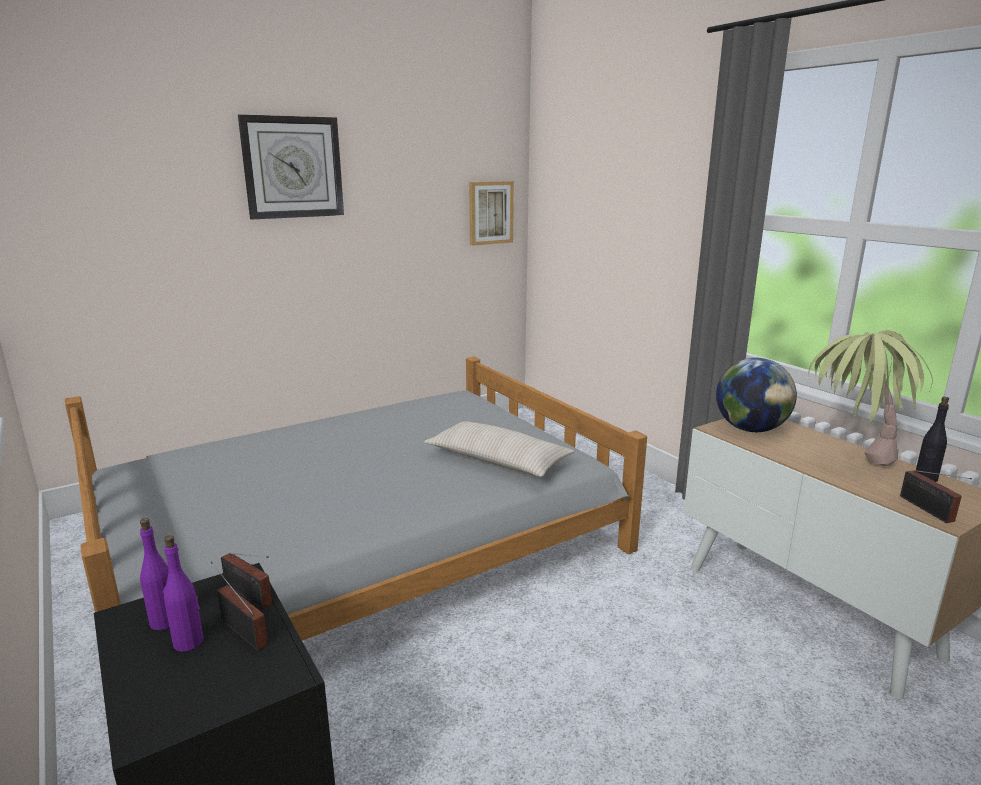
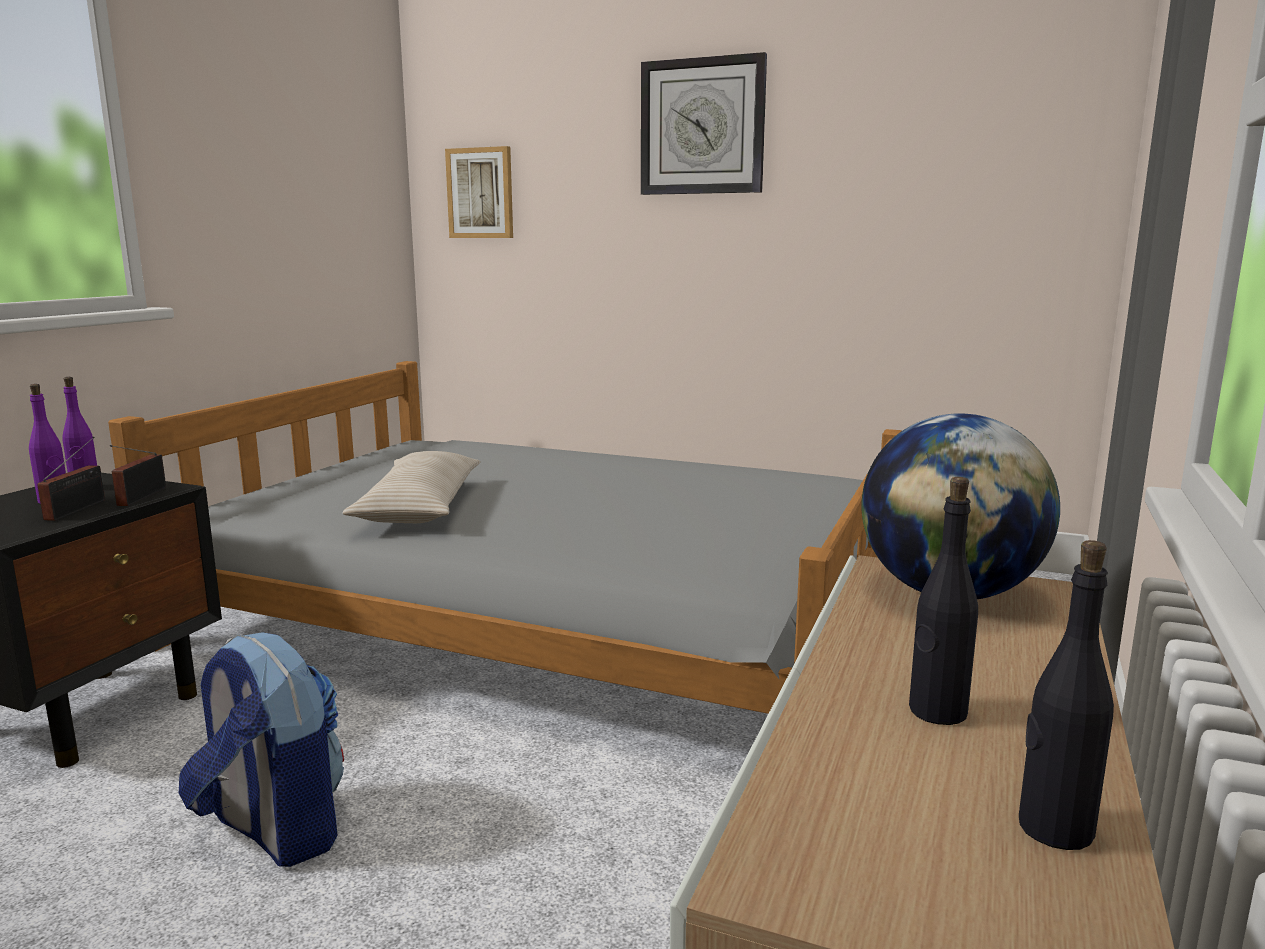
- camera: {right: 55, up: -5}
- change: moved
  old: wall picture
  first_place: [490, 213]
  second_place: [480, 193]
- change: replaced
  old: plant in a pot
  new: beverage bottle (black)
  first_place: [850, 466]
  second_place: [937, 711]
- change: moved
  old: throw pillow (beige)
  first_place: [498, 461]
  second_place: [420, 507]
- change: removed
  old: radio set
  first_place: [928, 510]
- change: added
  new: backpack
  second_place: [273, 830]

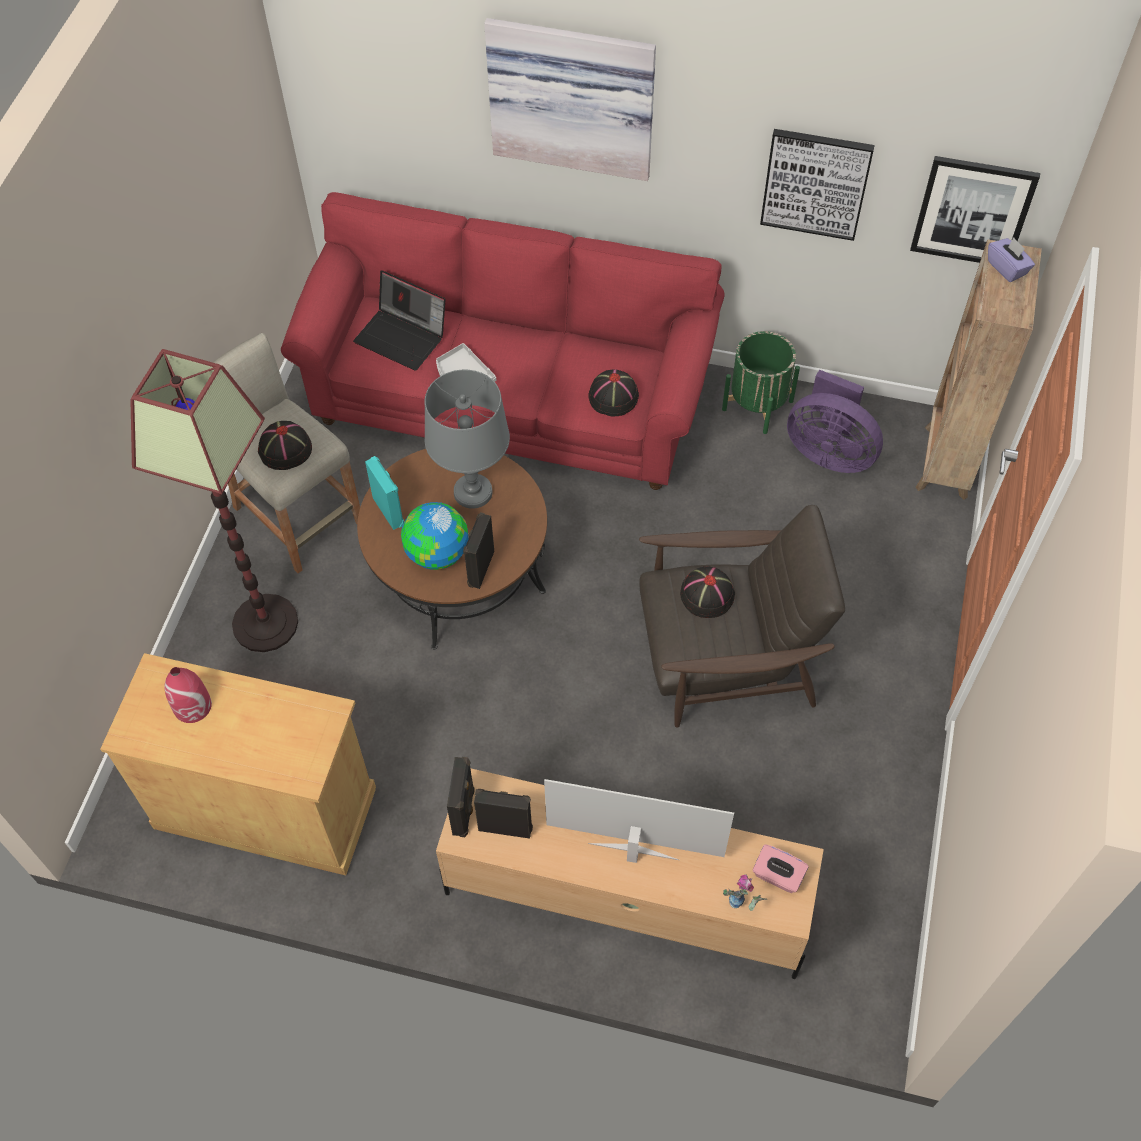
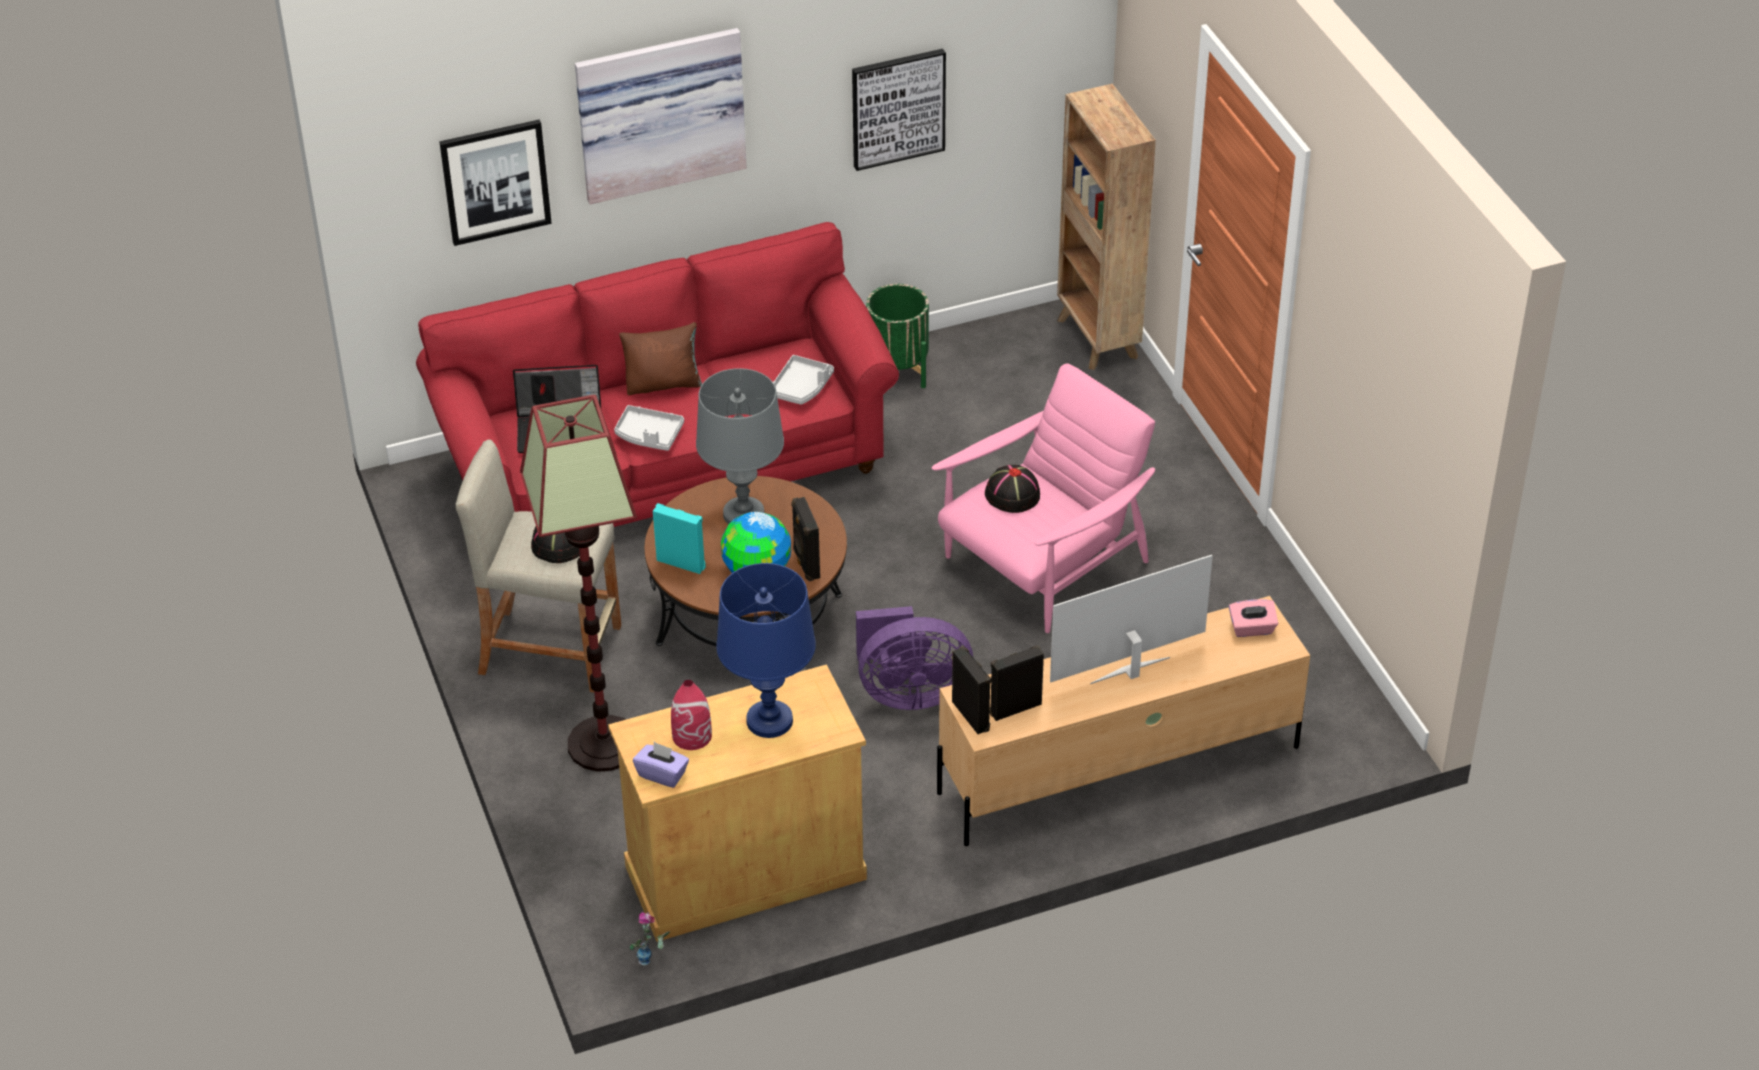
- camera: {right: -35, up: -15}
- change: moved
  old: wall picture
  first_place: [973, 211]
  second_place: [495, 181]
- change: moved
  old: tissue holder (purple)
  first_place: [1007, 268]
  second_place: [662, 774]
- change: replaced
  old: hat (black)
  new: serving tray (gray)
  first_place: [613, 397]
  second_place: [801, 387]
- change: moved
  old: electric fan (purple)
  first_place: [829, 452]
  second_place: [909, 693]
- change: recoloured
  old: easy chair (brown-coloured)
  new: easy chair (pink-coloured)
  first_place: [726, 657]
  second_place: [1043, 564]
- change: moved
  old: vase
  first_place: [742, 908]
  second_place: [653, 961]
- change: added
  new: throw pillow (brown-coloured)
  second_place: [663, 384]
- change: added
  new: tabletop lamp (blue-coloured)
  second_place: [770, 721]

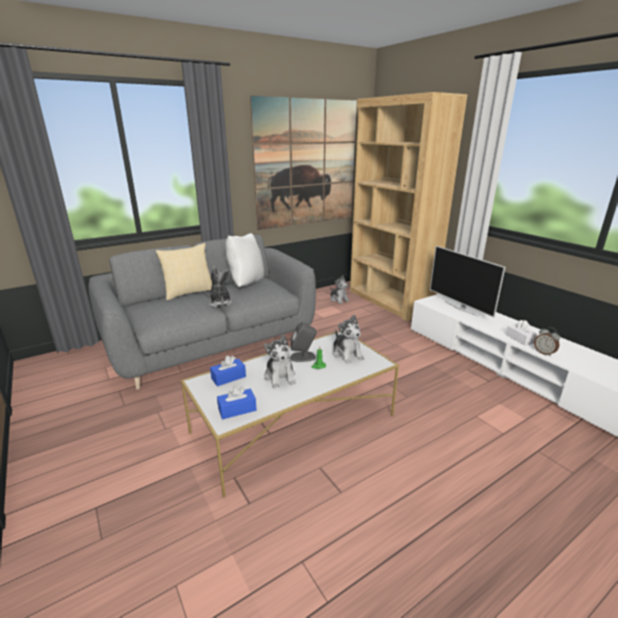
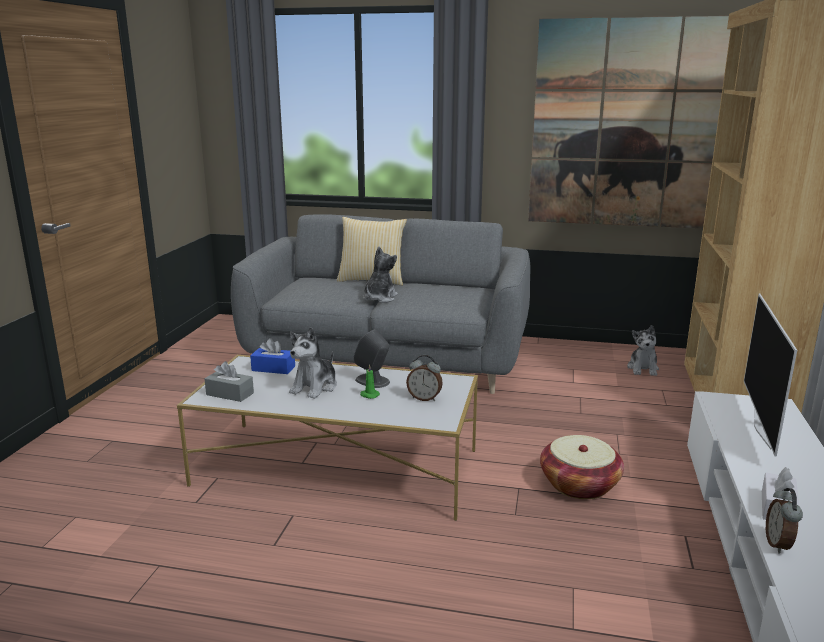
- camera: {right: 45, up: -5}
- change: removed
  old: throw pillow (white)
  first_place: [246, 284]
- change: replaced
  old: soft toy
  new: alarm clock
  first_place: [347, 354]
  second_place: [424, 398]
- change: recoloured
  old: tissue holder (blue-coloured)
  new: tissue holder (gray)
  first_place: [237, 409]
  second_place: [230, 394]
- change: added
  new: storage basket
  second_place: [579, 484]

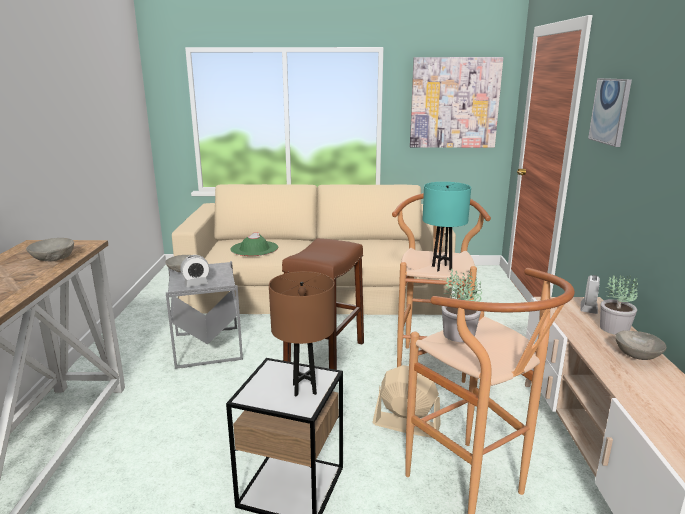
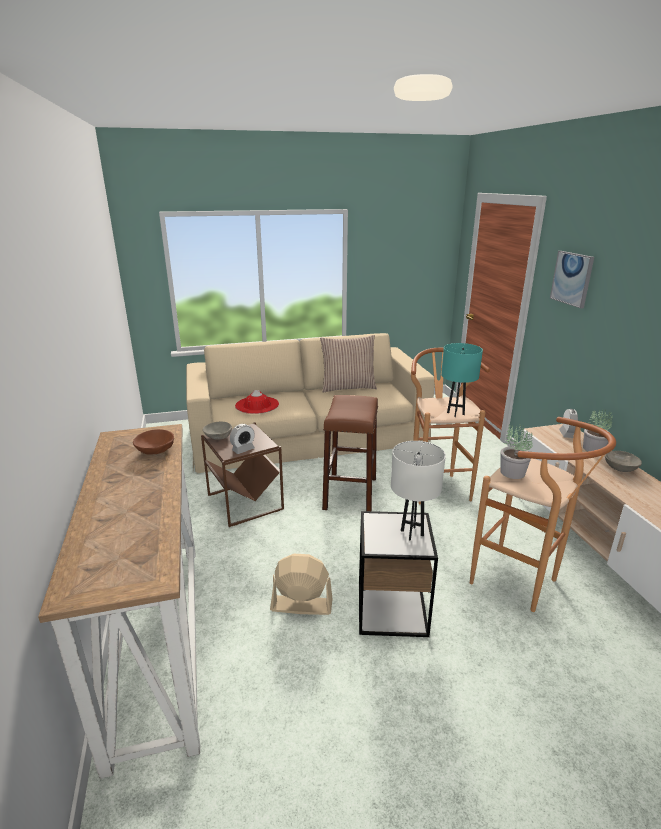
- camera: {right: -15, up: 5}
- change: removed
  old: wall picture
  first_place: [454, 103]
- change: recoloured
  old: hat (greenish)
  new: hat (red)
  first_place: [254, 249]
  second_place: [257, 405]
- change: recoloured
  old: bowl (gray)
  new: bowl (brown-coloured)
  first_place: [54, 259]
  second_place: [156, 451]
- change: recoloured
  old: end table (gray)
  new: end table (brown-coloured)
  first_place: [208, 347]
  second_place: [245, 502]
- change: recoloured
  old: tabletop lamp (brown-coloured)
  new: tabletop lamp (white)
  first_place: [304, 389]
  second_place: [412, 533]
- change: moved
  old: electric fan (beige)
  first_place: [406, 424]
  second_place: [301, 605]
- change: added
  new: throw pillow
  second_place: [348, 387]

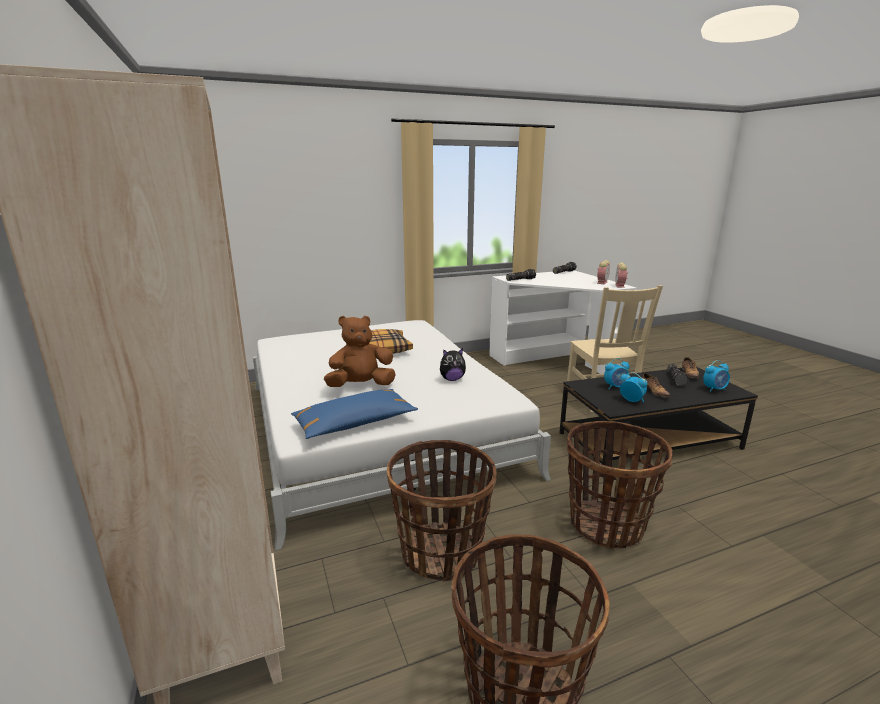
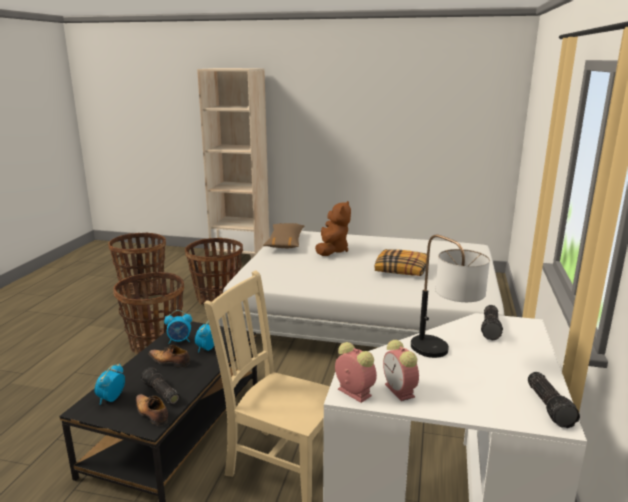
- camera: {right: 125, up: 0}
- change: removed
  old: soft toy
  first_place: [452, 379]
- change: recoloured
  old: throw pillow (blue-coloured)
  new: throw pillow (brown-coloured)
  first_place: [355, 423]
  second_place: [285, 242]
- change: added
  new: tabletop lamp
  second_place: [442, 356]

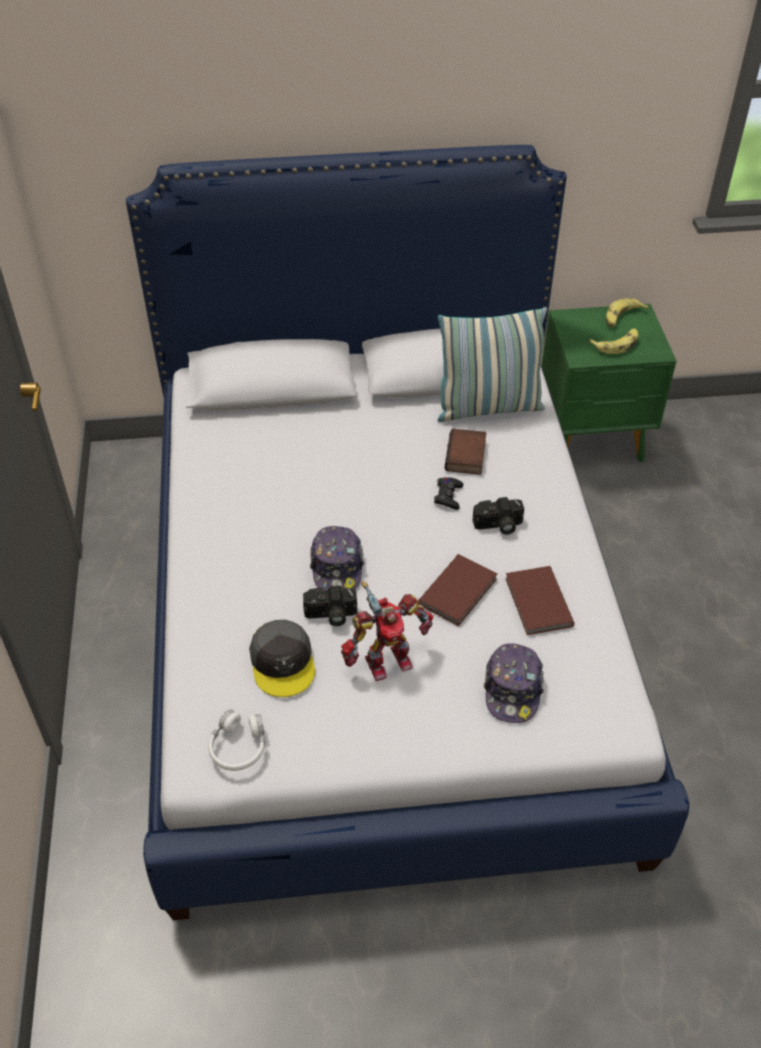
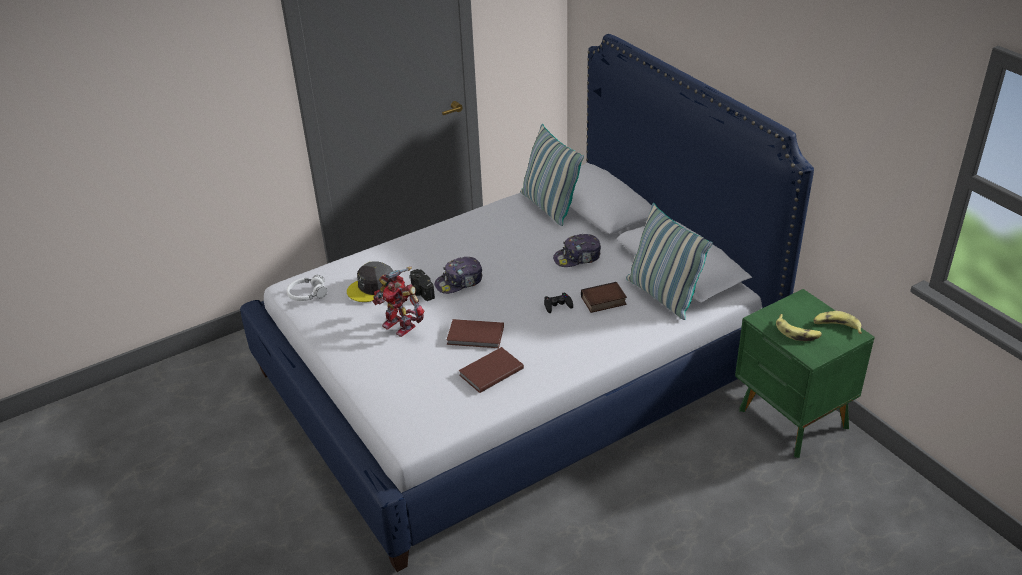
- camera: {right: 65, up: -10}
- change: removed
  old: still camera
  first_place: [498, 526]
- change: moved
  old: cap
  first_place: [513, 689]
  second_place: [577, 257]
- change: added
  new: throw pillow
  second_place: [549, 207]

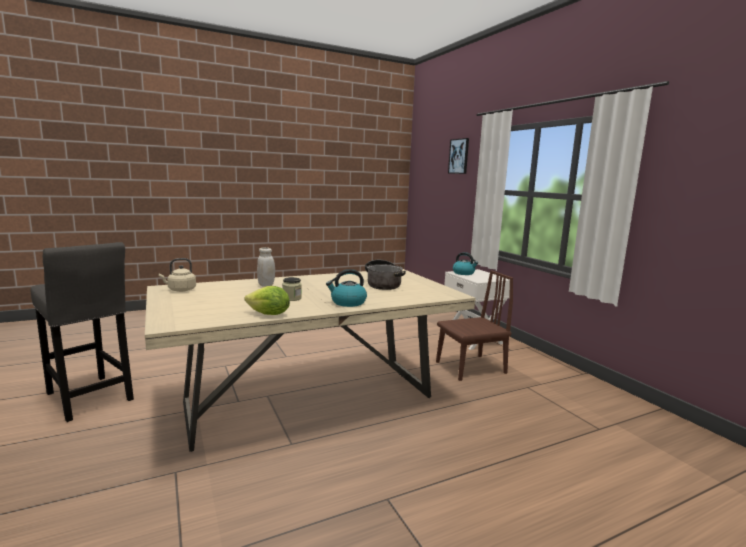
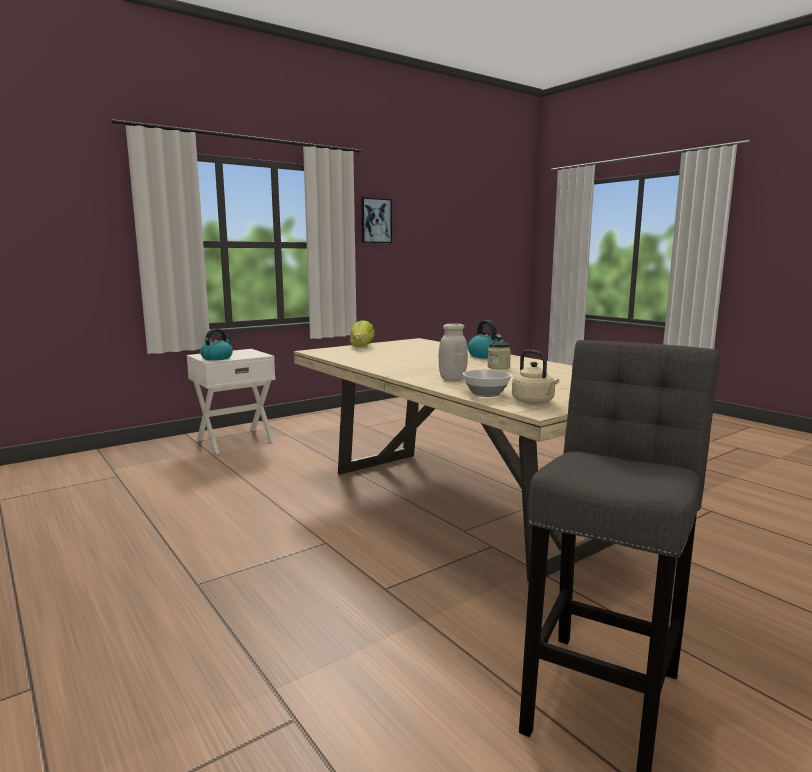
- camera: {right: -100, up: 0}
- change: moved
  old: wall picture
  first_place: [459, 156]
  second_place: [375, 220]
- change: removed
  old: saucepot
  first_place: [383, 284]
- change: removed
  old: upright chair (brown-coloured)
  first_place: [470, 367]
- change: moved
  old: lettuce head
  first_place: [269, 315]
  second_place: [362, 346]
- change: added
  new: bowl
  second_place: [486, 393]

